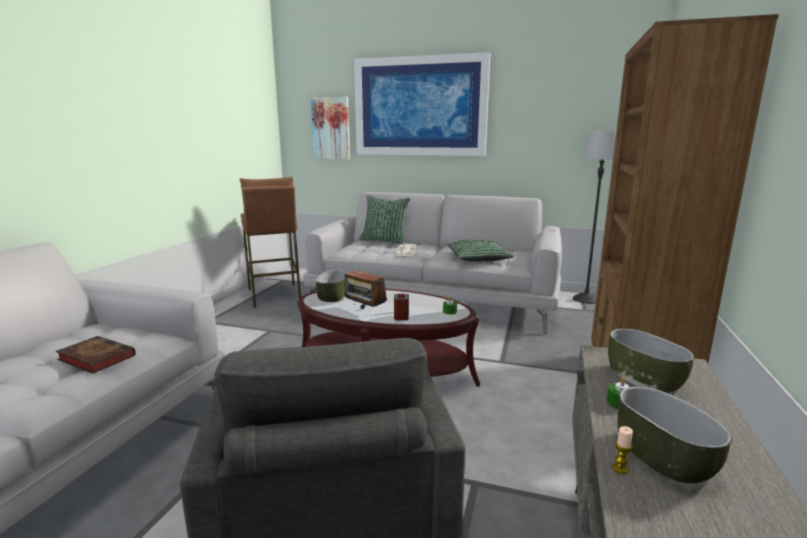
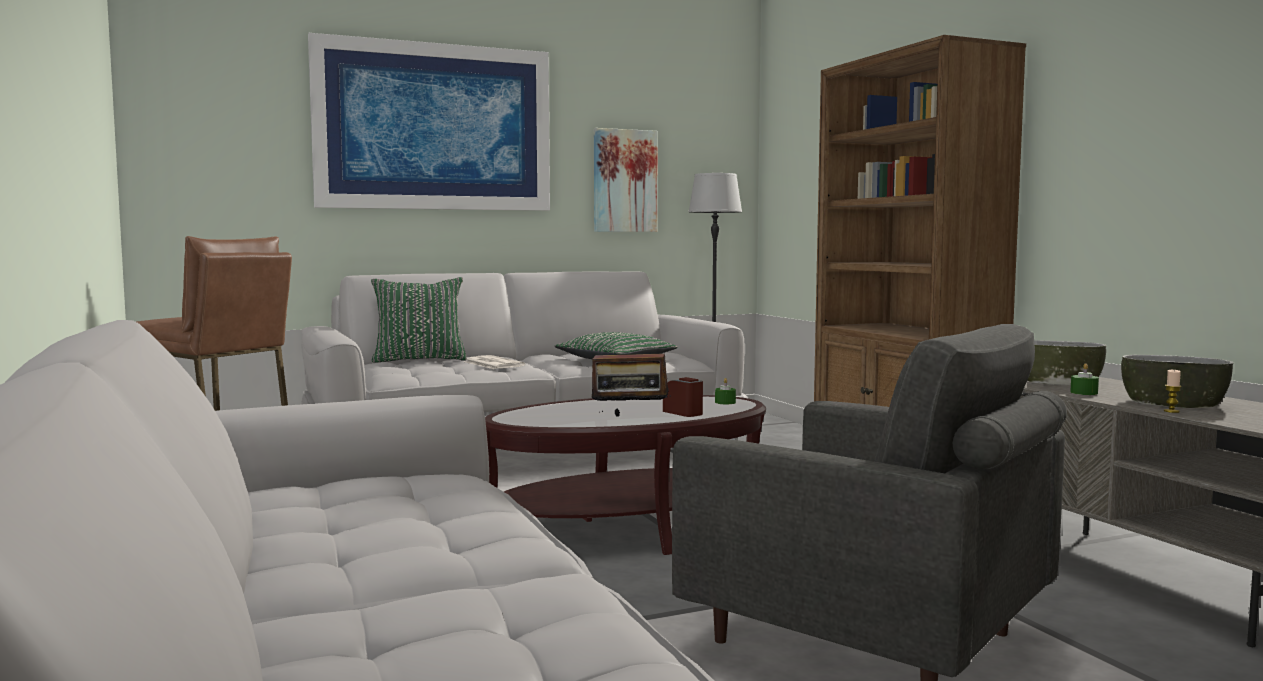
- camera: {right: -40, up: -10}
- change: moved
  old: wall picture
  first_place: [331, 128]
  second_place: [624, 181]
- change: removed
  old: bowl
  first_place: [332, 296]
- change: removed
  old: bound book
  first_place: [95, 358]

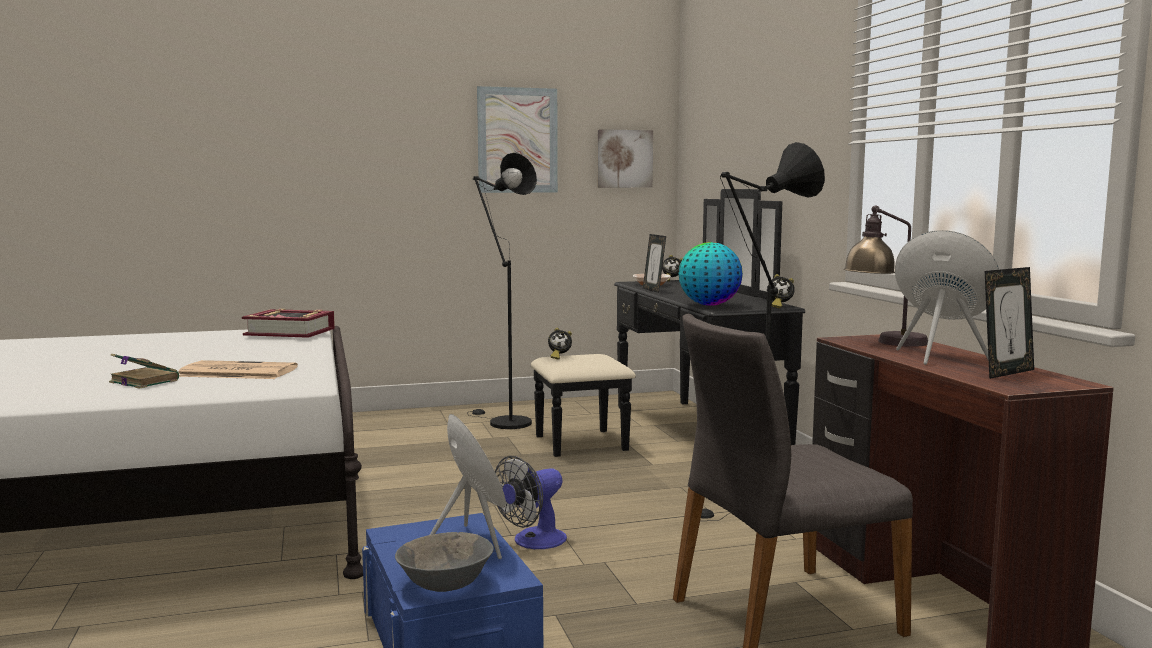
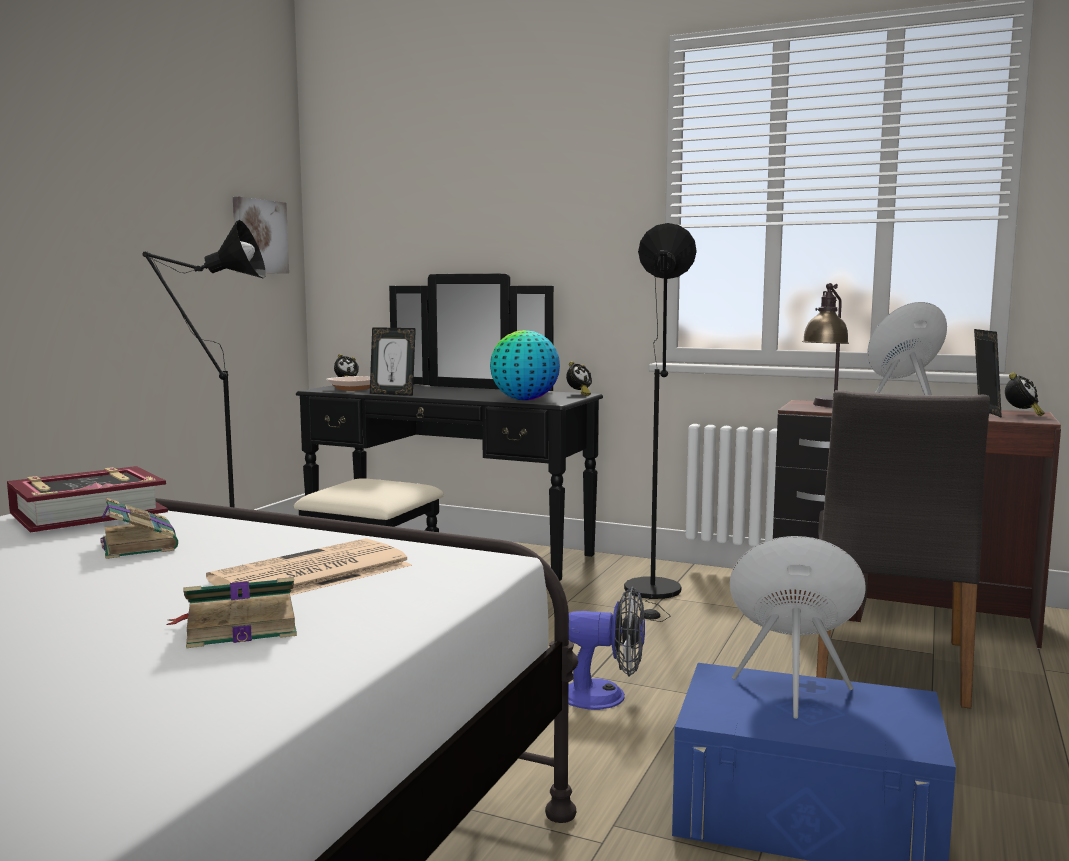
- camera: {right: -50, up: 0}
- change: removed
  old: wall picture
  first_place: [517, 140]
- change: moved
  old: alarm clock
  first_place: [559, 357]
  second_place: [1022, 414]
- change: turned
  old: electric fan
  first_place: [532, 542]
  second_place: [605, 696]
  degrees: -75
- change: removed
  old: bowl (gray)
  first_place: [446, 583]
- change: added
  new: bound book
  second_place: [139, 544]

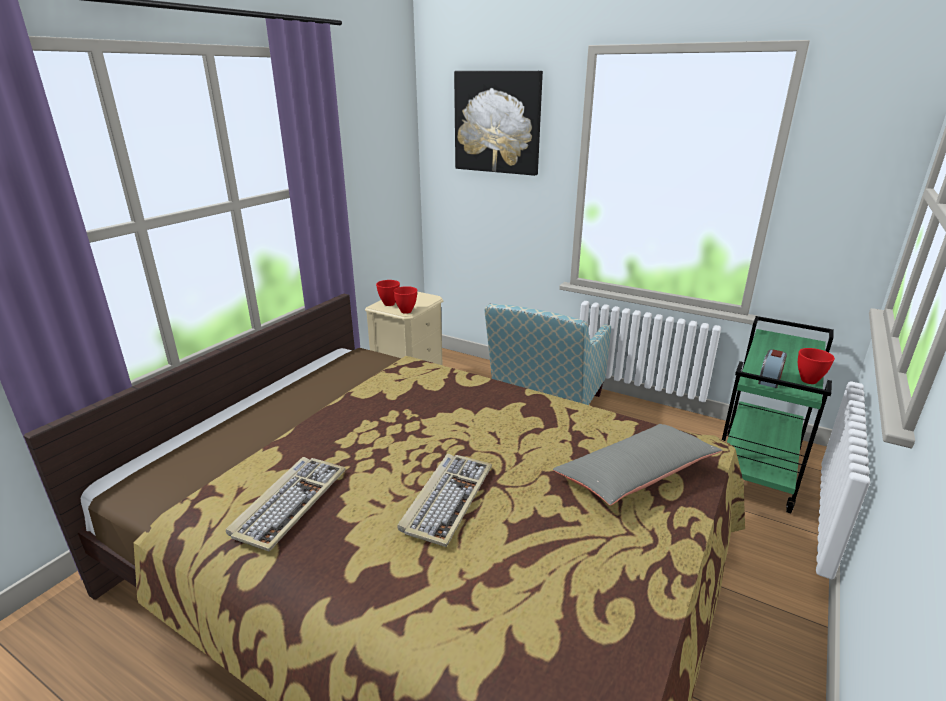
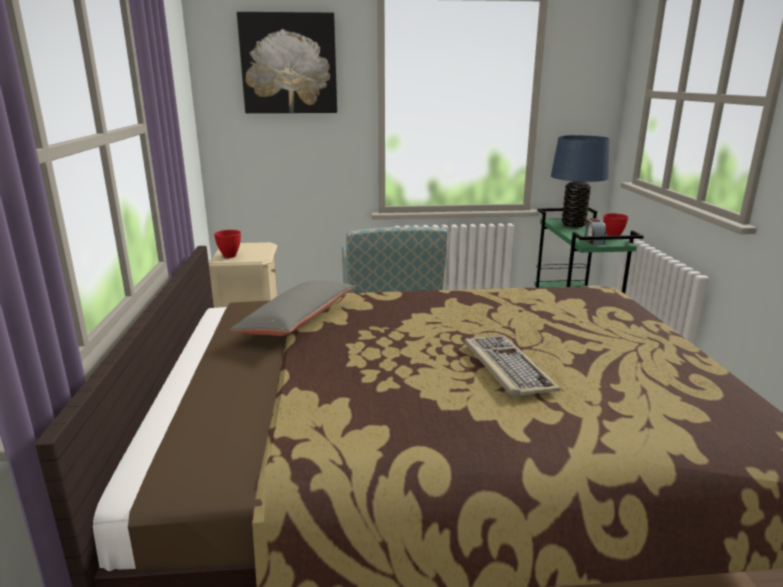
- camera: {right: -35, up: -5}
- change: removed
  old: bowl (red)
  first_place: [407, 311]
- change: moved
  old: throw pillow (gray)
  first_place: [636, 475]
  second_place: [297, 320]
- change: removed
  old: computer keyboard
  first_place: [289, 503]
- change: added
  new: tabletop lamp (blue-coloured)
  second_place: [573, 224]

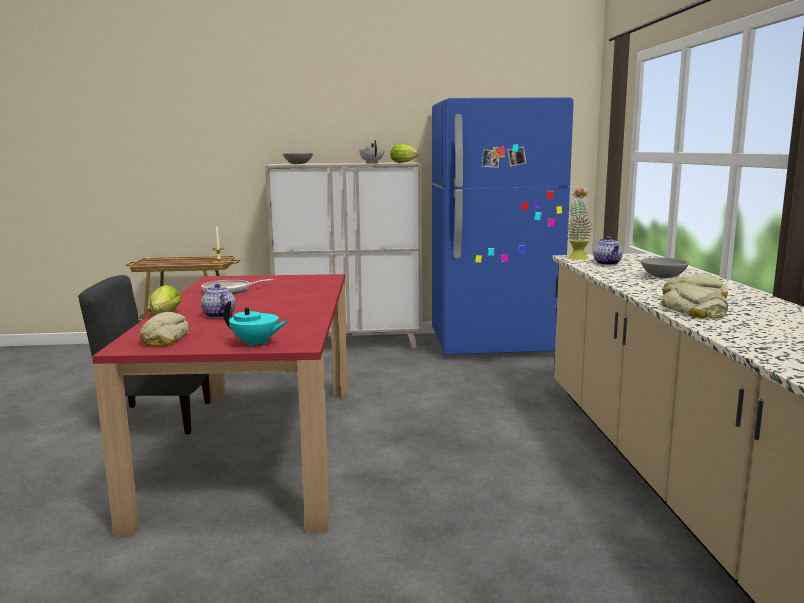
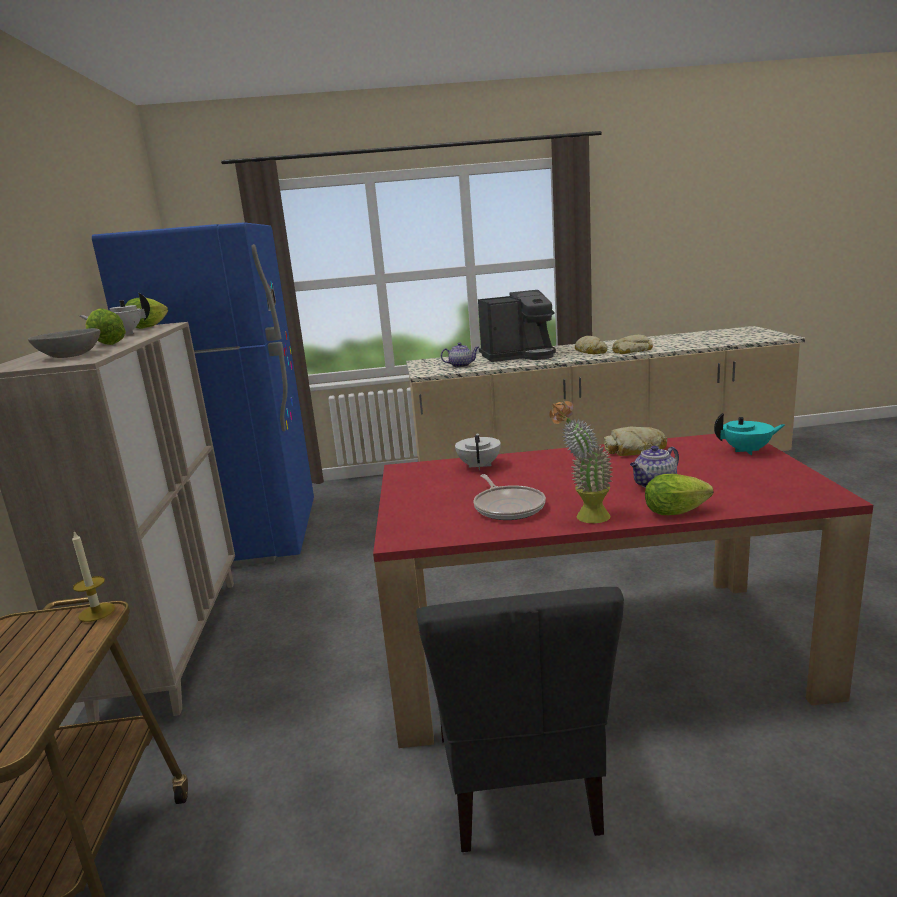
- camera: {right: -90, up: 5}
- change: moved
  old: plant in a pot
  first_place: [577, 257]
  second_place: [583, 517]
- change: replaced
  old: bowl (gray)
  new: coffee machine
  first_place: [663, 276]
  second_place: [519, 356]
- change: turned
  old: teapot (turquoise)
  first_place: [256, 343]
  second_place: [747, 451]
  degrees: 75
- change: moved
  old: bread
  first_place: [163, 338]
  second_place: [634, 449]
- change: added
  new: lettuce head
  second_place: [106, 344]
- change: added
  new: teapot (white)
  second_place: [479, 466]

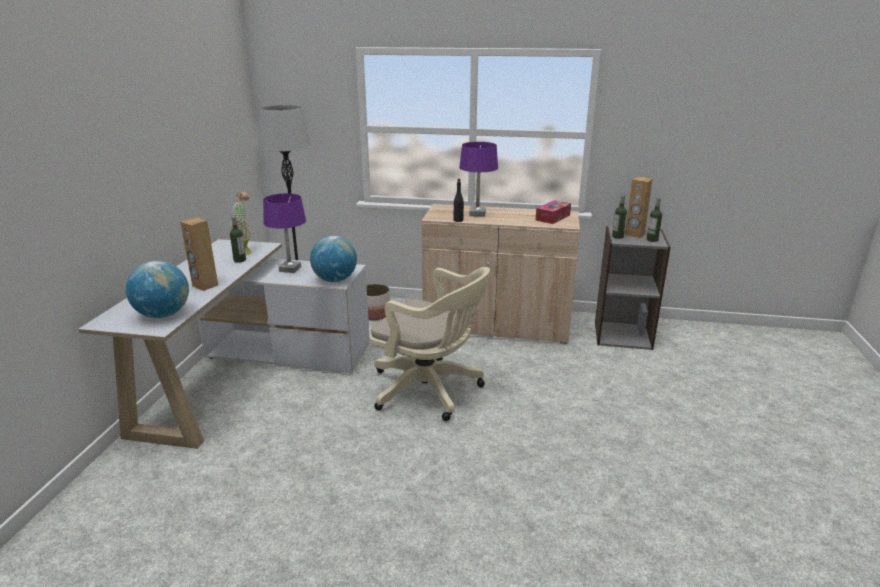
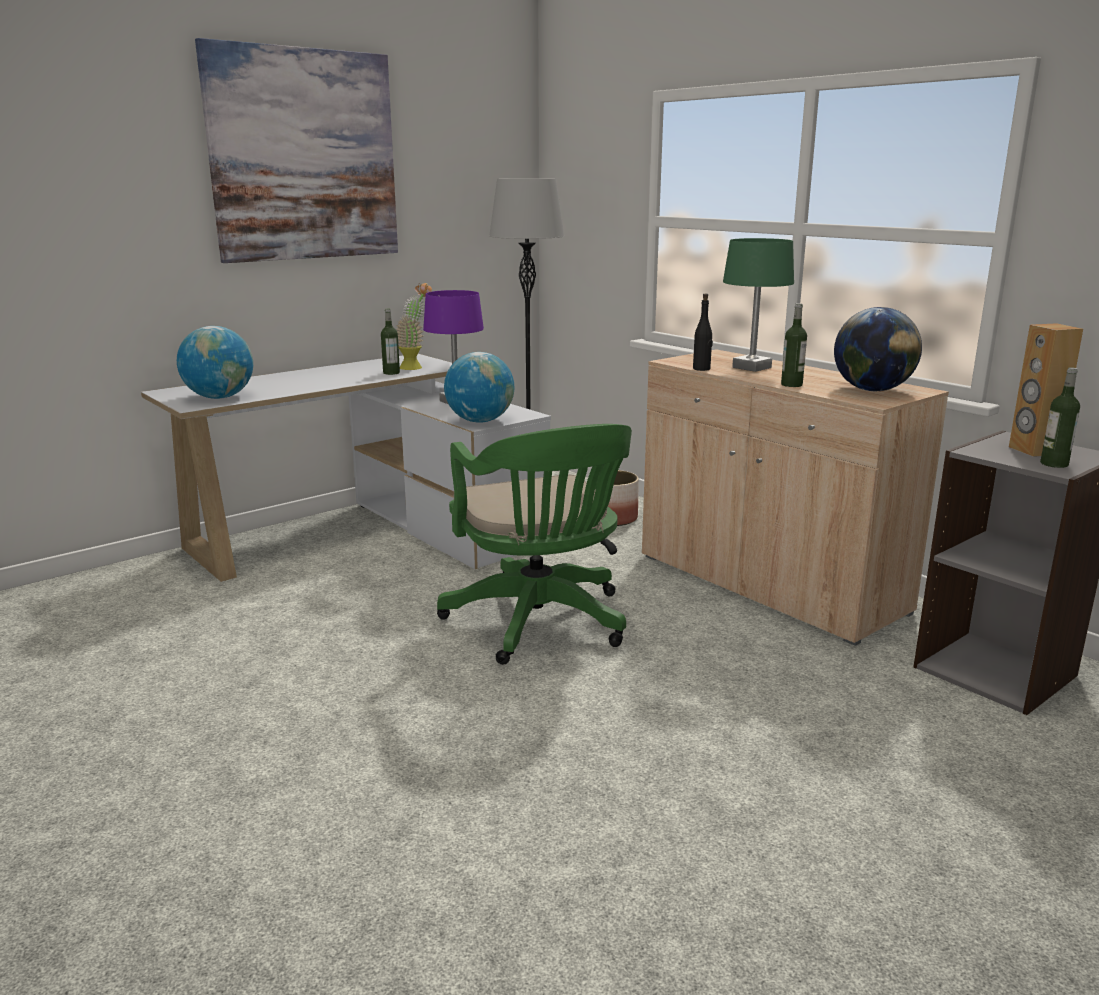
- camera: {right: 40, up: -5}
- change: recoloured
  old: tabletop lamp (purple)
  new: tabletop lamp (greenish)
  first_place: [477, 214]
  second_place: [751, 367]
- change: moved
  old: beverage bottle
  first_place: [617, 236]
  second_place: [791, 384]
- change: replaced
  old: tissue holder
  new: desk globe
  first_place: [552, 217]
  second_place: [872, 390]
- change: removed
  old: speaker (brown-coloured)
  first_place: [205, 286]
- change: recoloured
  old: office chair (beige)
  new: office chair (greenish)
  first_place: [431, 390]
  second_place: [540, 624]
- change: added
  new: wall picture
  second_place: [304, 156]

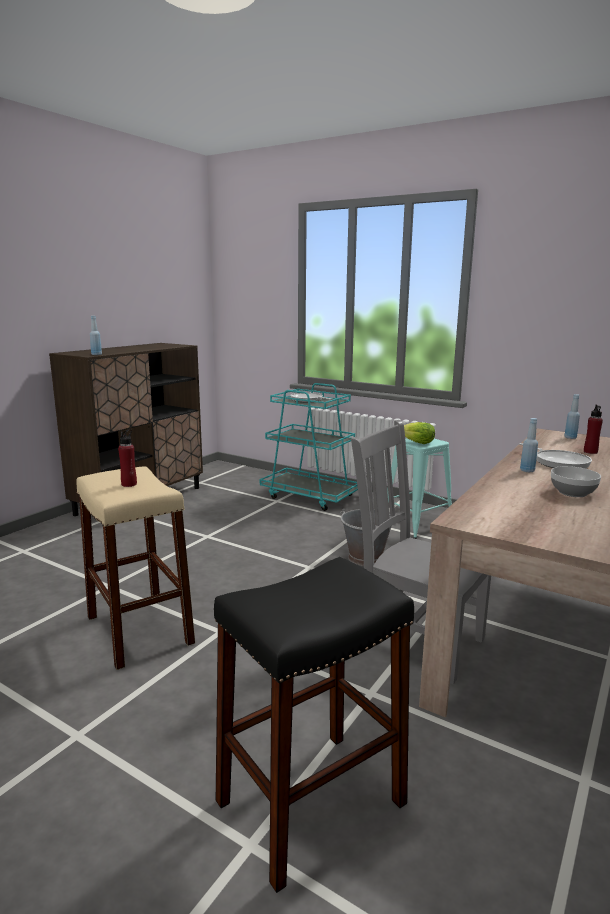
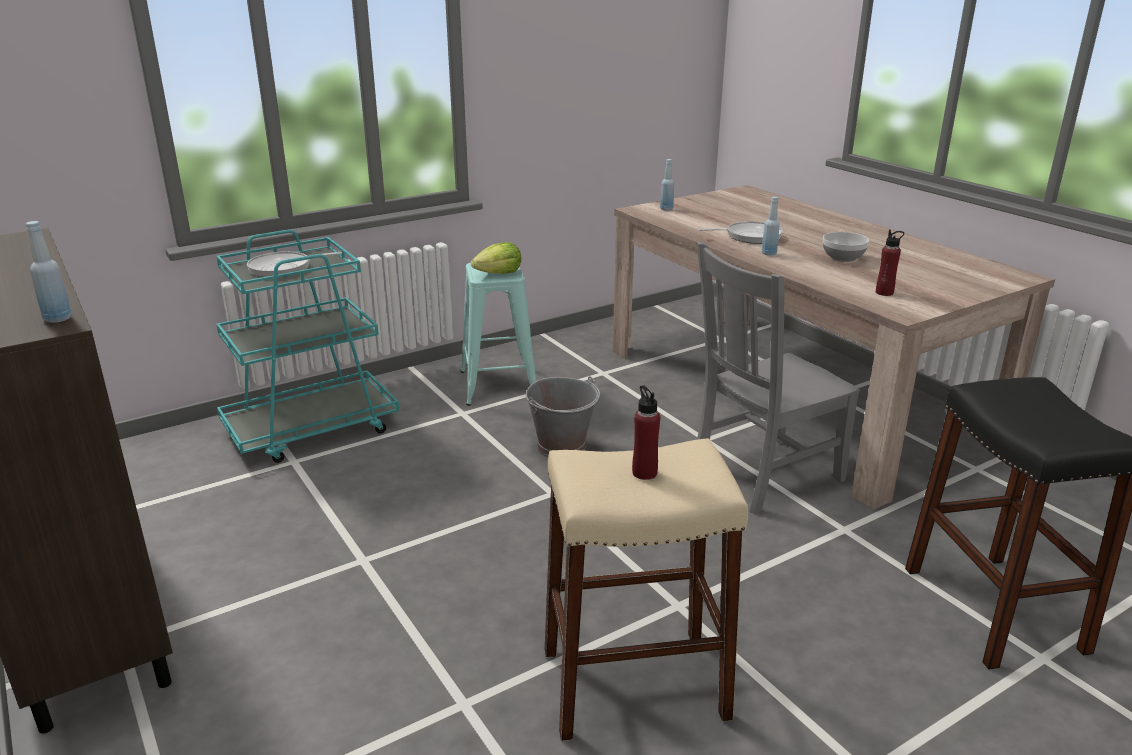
- camera: {right: -65, up: 10}
- change: moved
  old: beverage bottle (red)
  first_place: [590, 452]
  second_place: [884, 293]

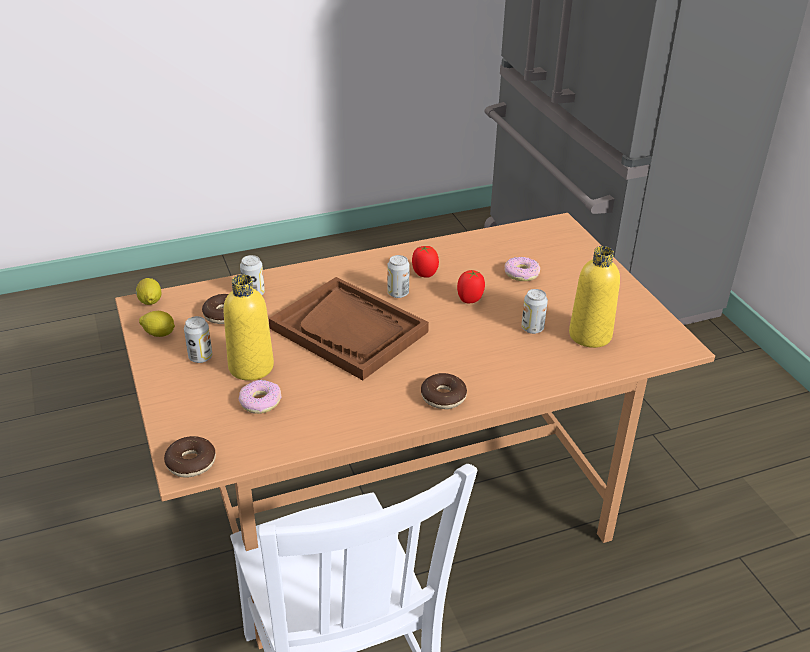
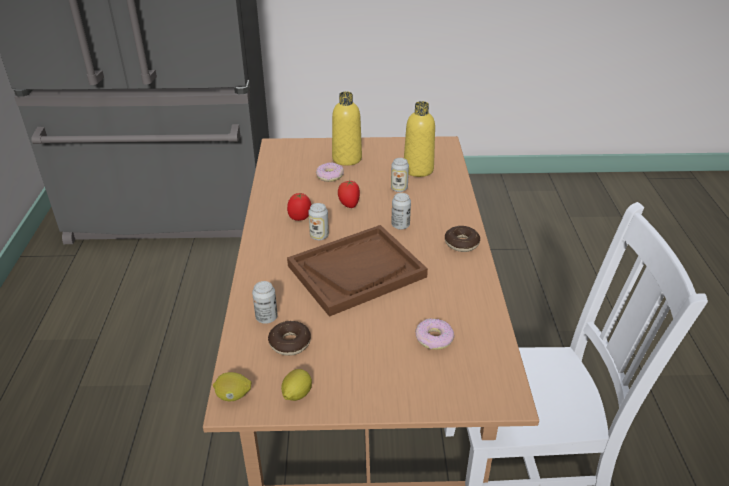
- camera: {right: -70, up: 0}
- change: moved
  old: beverage bottle (yellowish)
  first_place: [251, 367]
  second_place: [347, 158]
- change: moved
  old: sealed can
  first_place: [200, 357]
  second_place: [400, 225]
- change: removed
  old: doughnut
  first_place: [191, 463]

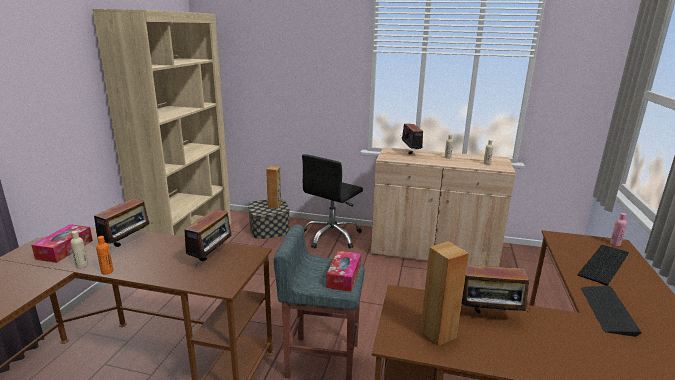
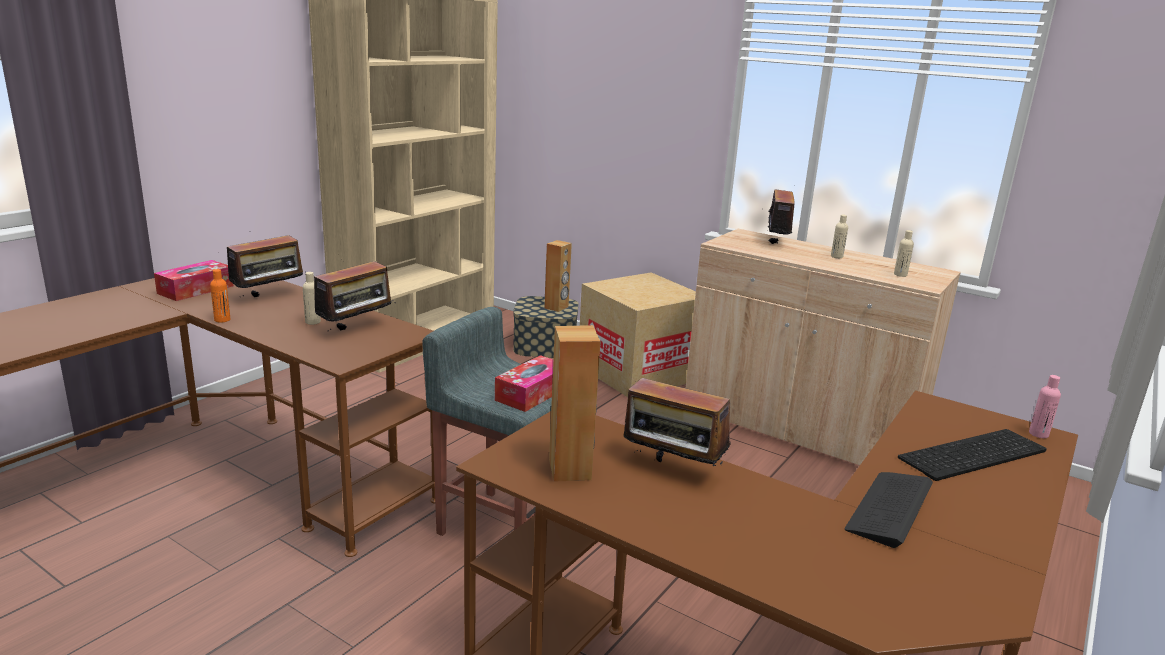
- camera: {right: 20, up: 0}
- change: replaced
  old: office chair (black)
  new: packing box
  first_place: [332, 236]
  second_place: [637, 372]
- change: moved
  old: beverage bottle (beige)
  first_place: [82, 265]
  second_place: [312, 322]

